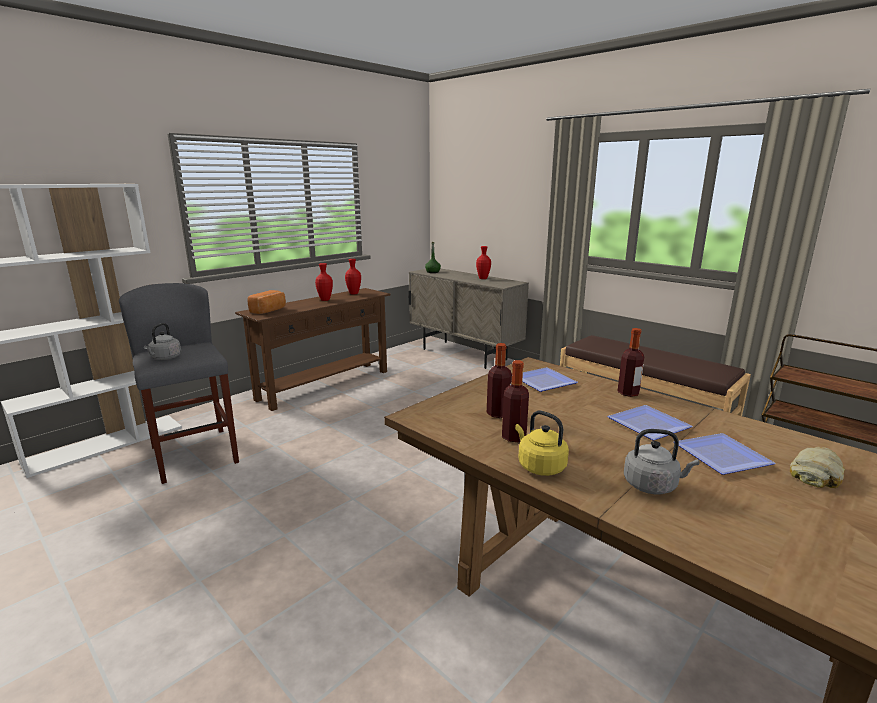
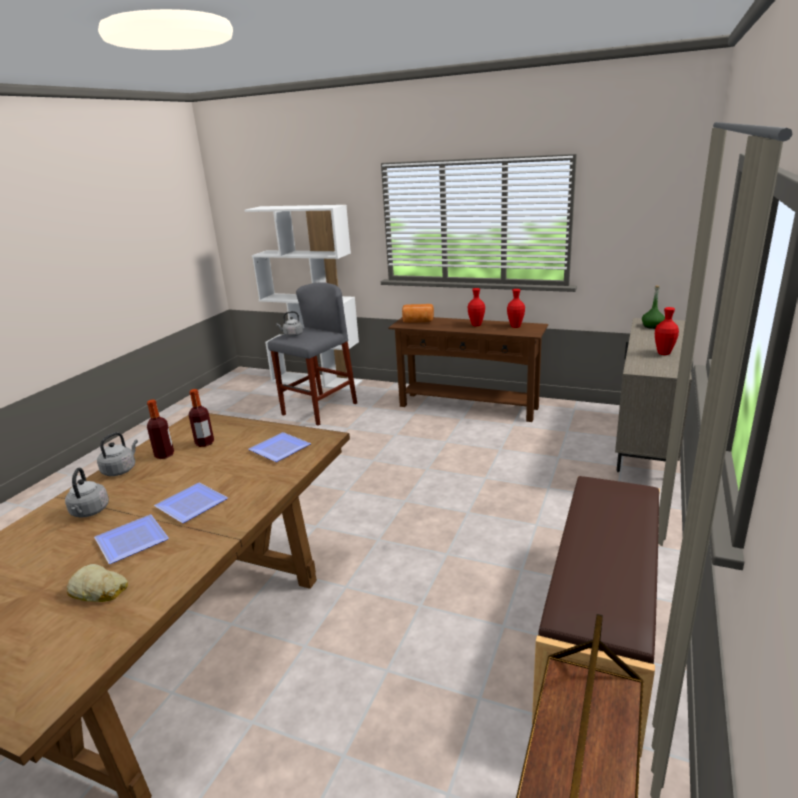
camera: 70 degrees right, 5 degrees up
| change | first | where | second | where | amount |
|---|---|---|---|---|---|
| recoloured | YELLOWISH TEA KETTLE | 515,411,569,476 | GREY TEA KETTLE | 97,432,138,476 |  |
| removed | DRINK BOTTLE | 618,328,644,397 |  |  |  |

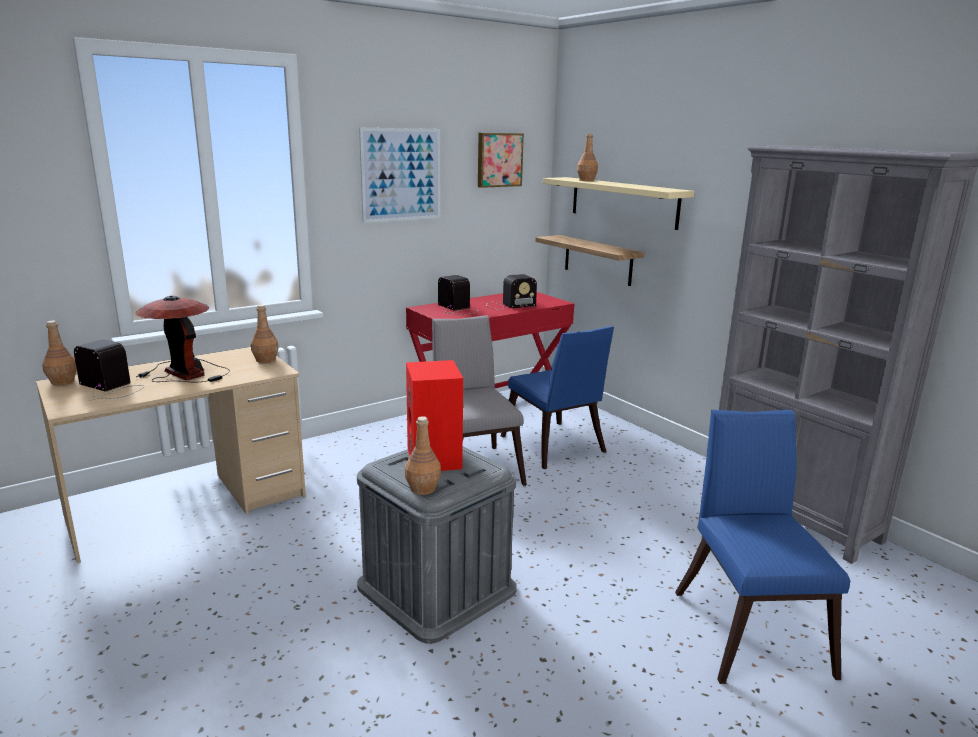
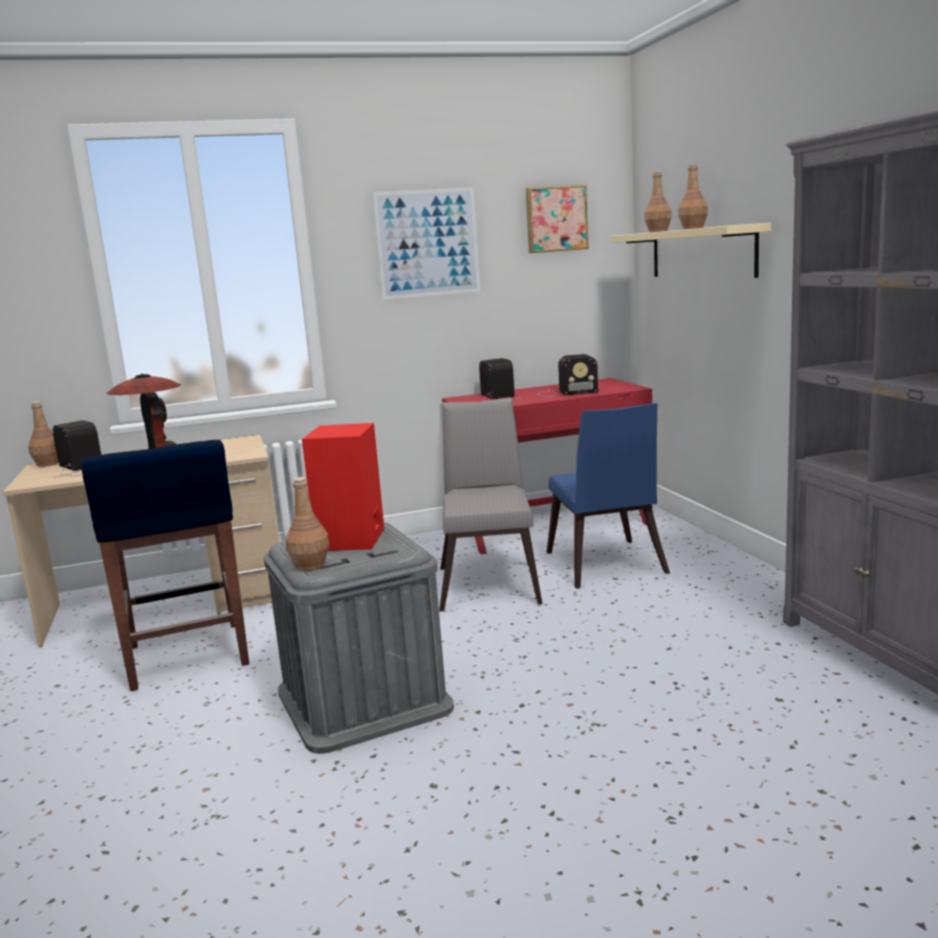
camera: 20 degrees right, 5 degrees down
| change | first | where | second | where | amount |
|---|---|---|---|---|---|
| added |  |  | BLUISH STOOL | 82,440,249,691 |  |
| moved | BROWN-COLOURED DRINK BOTTLE | 251,305,279,363 |  | 678,164,708,229 |  |
| removed | SHELF | 535,235,644,286 |  |  |  |
| removed | BLUISH CHAIR | 675,410,850,684 |  |  |  |

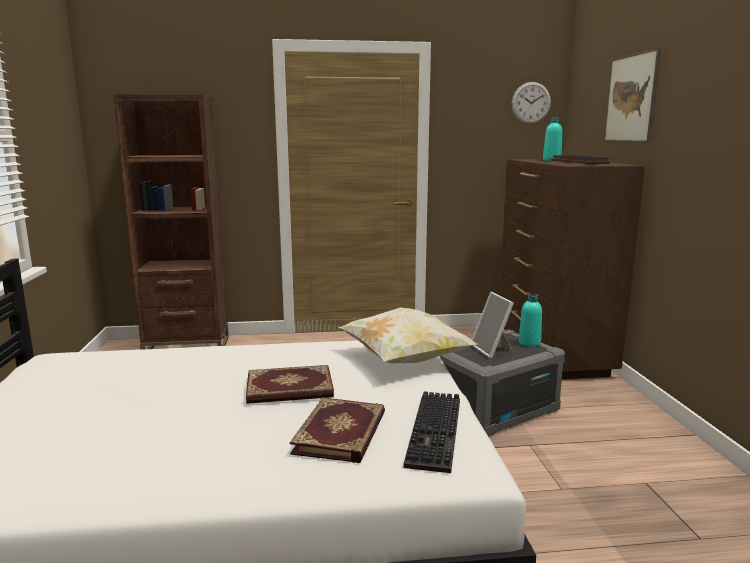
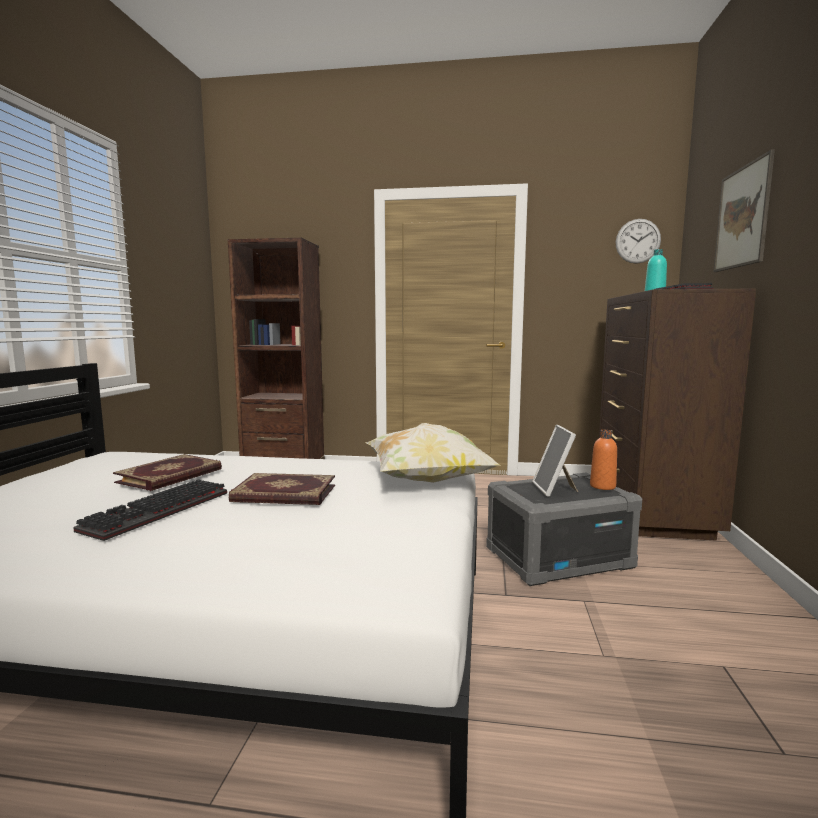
camera: 15 degrees right, 5 degrees down
| change | first | where | second | where | amount |
|---|---|---|---|---|---|
| moved | KEYBOARD | 403,391,460,473 |  | 73,479,227,541 |  |
| moved | VOLUME | 290,397,385,463 |  | 113,454,222,491 |  |
| recoloured | BLUE-GREEN DRINK BOTTLE | 519,294,542,347 | ORANGEY DRINK BOTTLE | 590,430,617,490 |  |

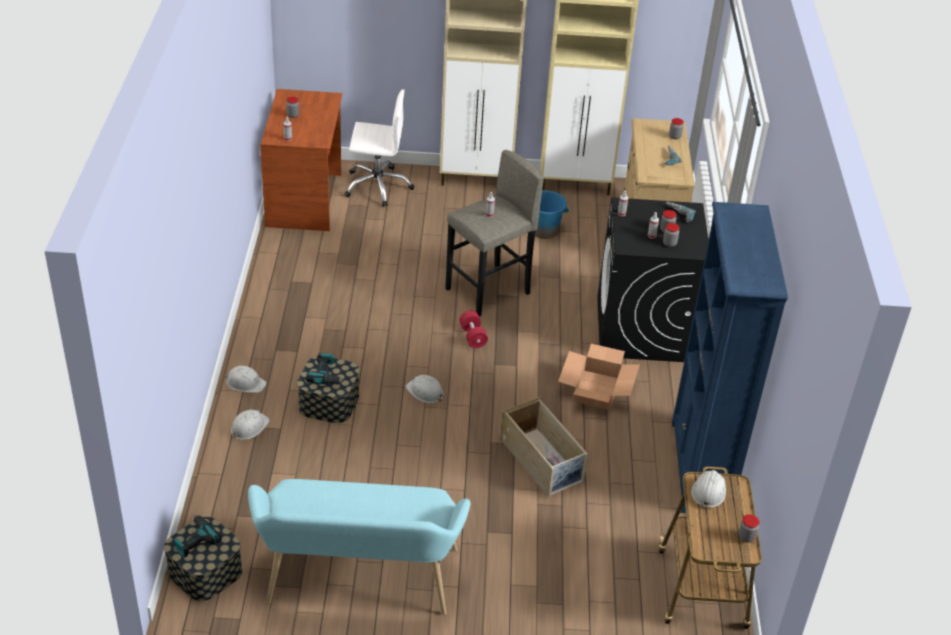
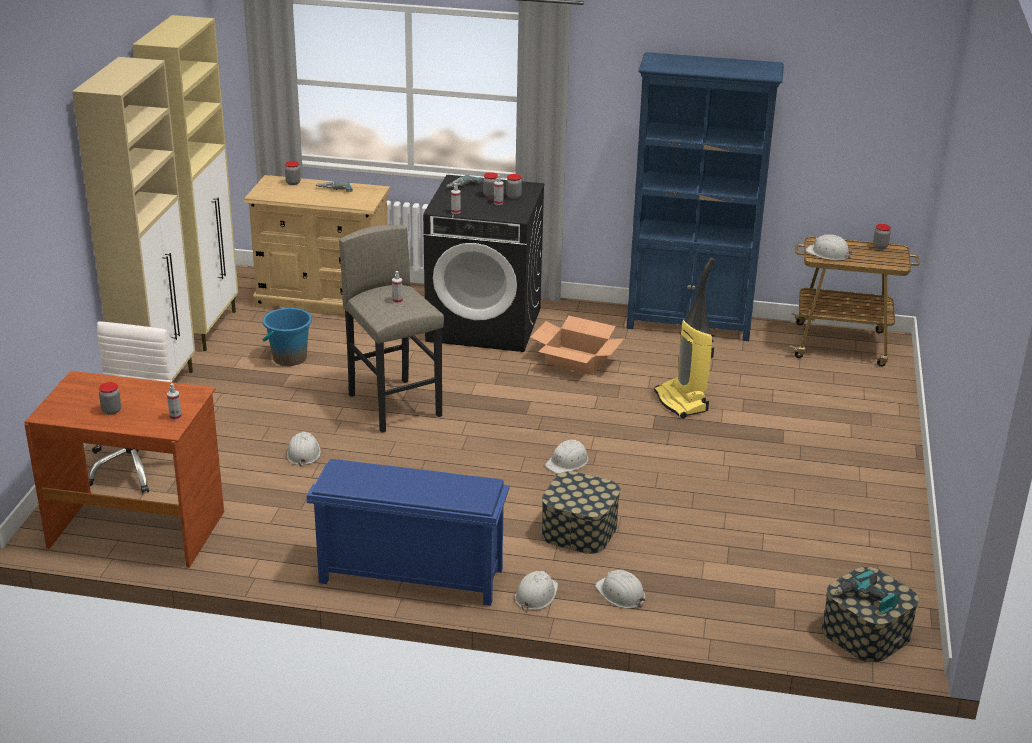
camera: 80 degrees left, 10 degrees down
| change | first | where | second | where | amount |
|---|---|---|---|---|---|
| added |  |  | WHITE-COLOURED HARD HAT | 287,432,321,467 |  |
| added |  |  | BLUISH SHOE STAND | 306,459,510,606 |  |
| replaced | BEIGE STORAGE BOX | 500,397,588,497 | VACUUM CLEANER | 654,257,715,419 |  |
| removed | BLUE-GREEN LONG SEAT | 248,479,471,615 |  |  |  |
| removed | POWER DRILL | 306,353,344,384 |  |  |  |
| removed | RED-COLOURED DUMBBELL | 459,311,488,348 |  |  |  |

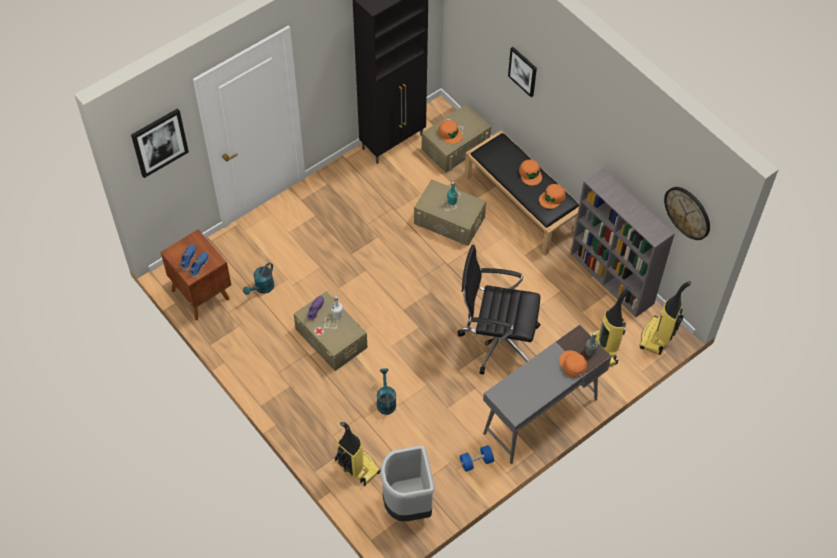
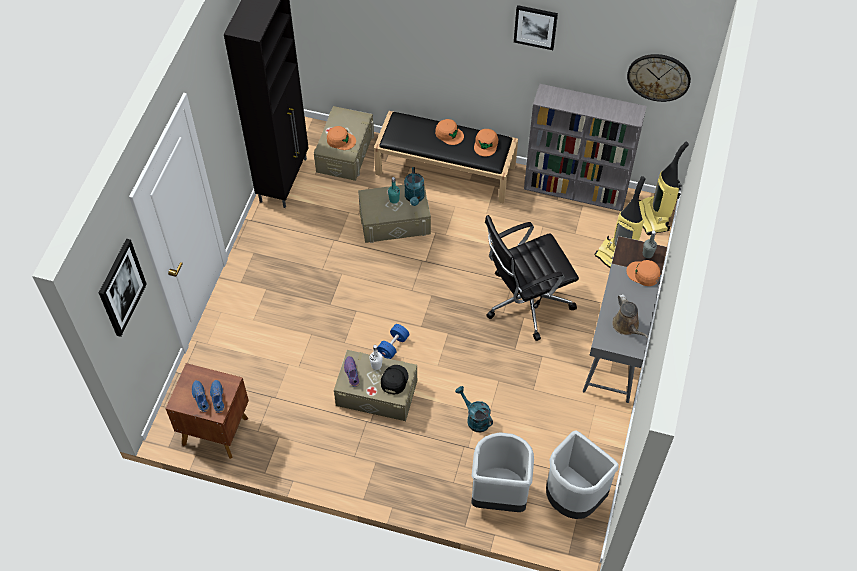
camera: 35 degrees left, 0 degrees up
| change | first | where | second | where | amount |
|---|---|---|---|---|---|
| moved | BLUISH DUMBBELL | 460,445,494,472 |  | 377,324,409,359 |  |
| added |  |  | BLACK CAP | 381,365,409,394 |  |
| moved | BLUE-GREEN WATERING POT | 243,262,274,295 |  | 404,167,425,206 |  |
| replaced | VACUUM CLEANER | 335,422,380,486 | GREY WASTE BIN | 471,433,534,512 |  |
| moved | PICTURE | 508,47,537,97 |  | 514,5,558,50 |  |
| added |  |  | BROWN-COLOURED WATERING POT | 612,294,648,338 |  |

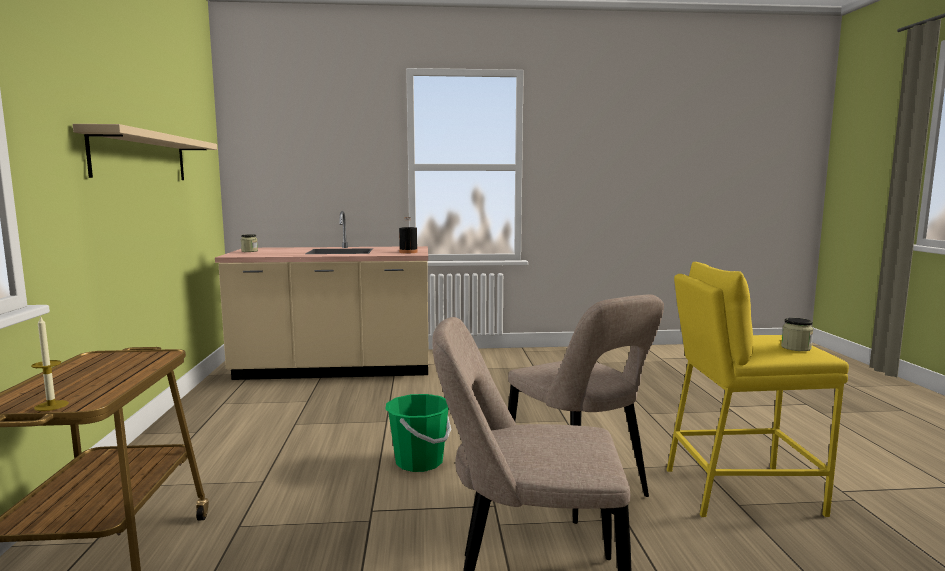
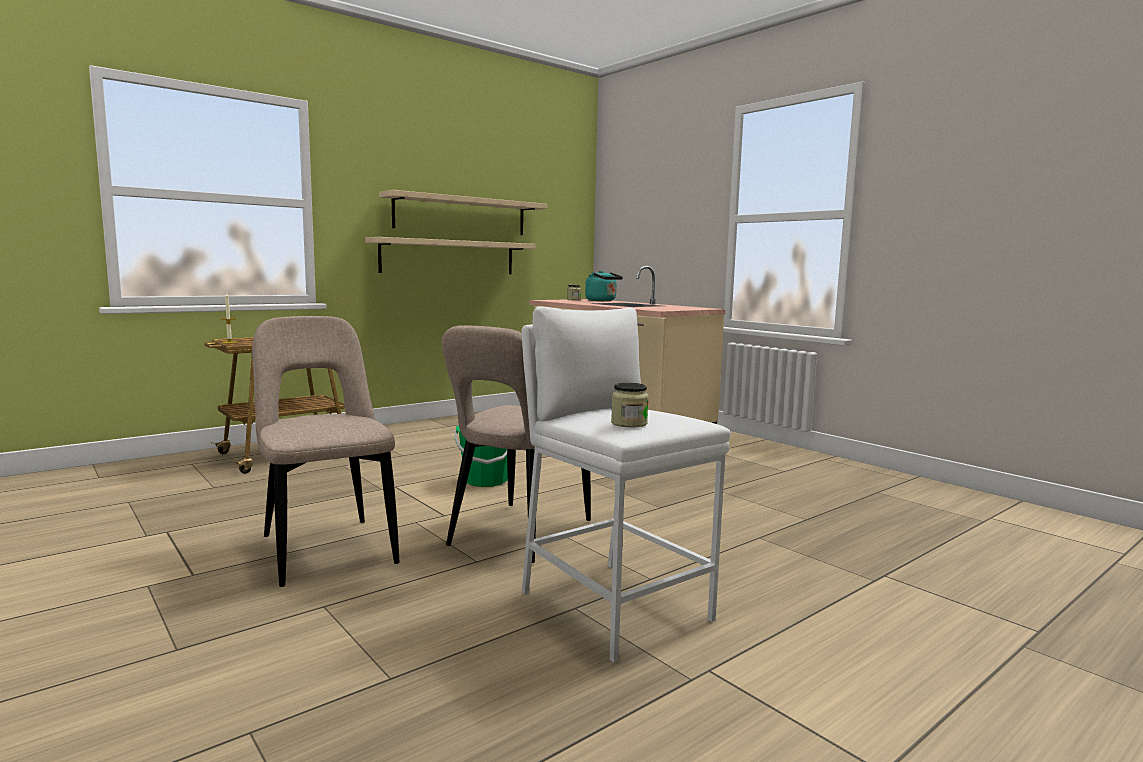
camera: 55 degrees right, 0 degrees up
| change | first | where | second | where | amount |
|---|---|---|---|---|---|
| added |  |  | BEIGE SHELF | 365,237,536,274 |  |
| recoloured | YELLOWISH STOOL | 667,262,849,517 | WHITE-COLOURED STOOL | 522,306,731,663 |  |
| added |  |  | BLUE-GREEN TEA KETTLE | 585,270,623,301 |  |
| removed | BLACK DRINK BOTTLE | 399,217,418,253 |  |  |  |

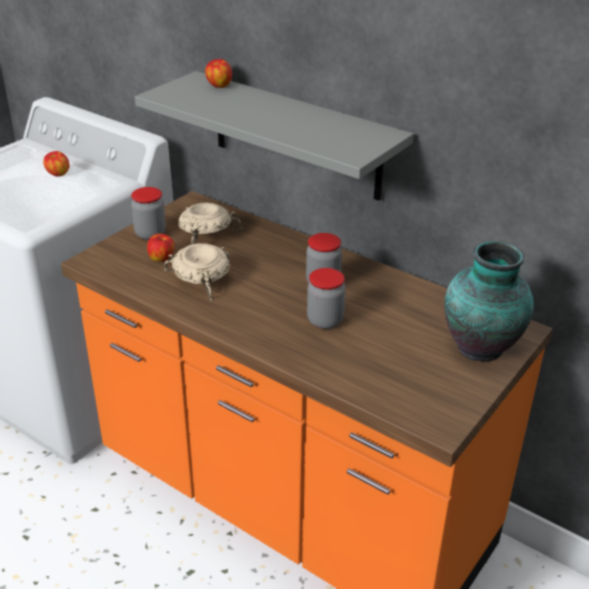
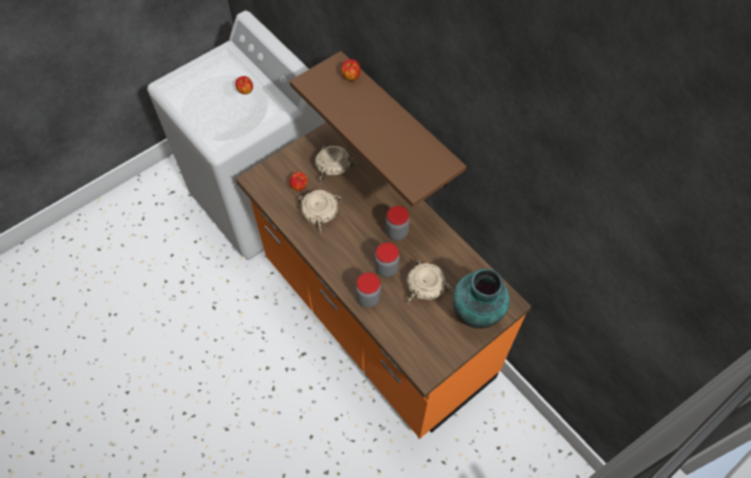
camera: 15 degrees right, 25 degrees up
| change | first | where | second | where | amount |
|---|---|---|---|---|---|
| recoloured | GREY SHELF | 135,71,414,201 | BROWN-COLOURED SHELF | 289,51,466,207 |  |
| moved | PRESERVE JAR | 131,187,166,240 |  | 356,272,381,308 |  |
| added |  |  | BEIGE BOWL | 406,261,452,305 |  |

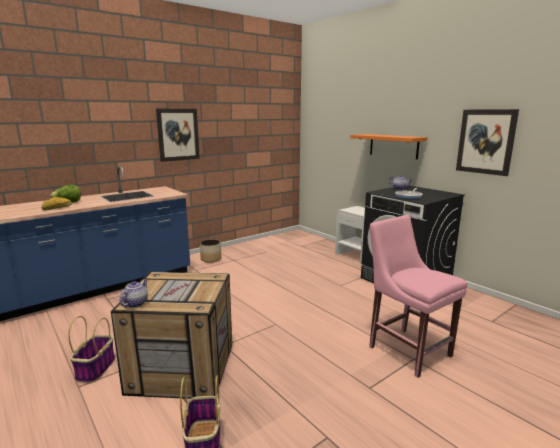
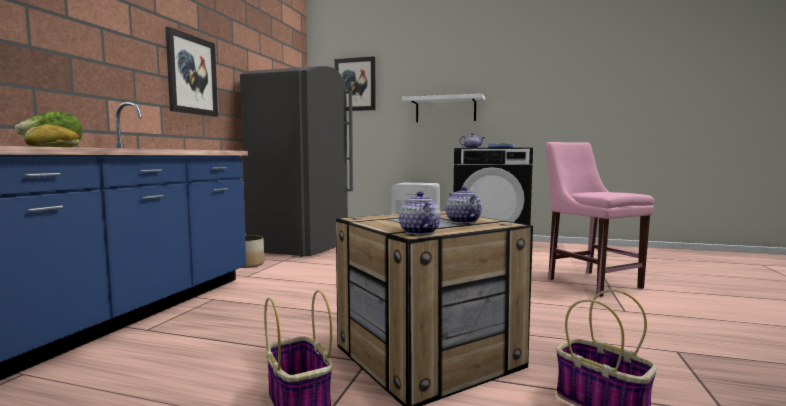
camera: 35 degrees left, 10 degrees down
| change | first | where | second | where | amount |
|---|---|---|---|---|---|
| added |  |  | GREY FRIDGE | 240,66,353,257 |  |
| moved | PICTURE | 456,109,519,176 |  | 335,56,376,111 |  |
| recoloured | ORANGEY SHELF | 350,134,428,159 | WHITE-COLOURED SHELF | 402,94,485,122 |  |
| added |  |  | TEA POT | 445,187,482,223 |  |
| turned | PINK CHAIR | 369,215,467,378 |  | 545,142,654,297 | 45 degrees clockwise |

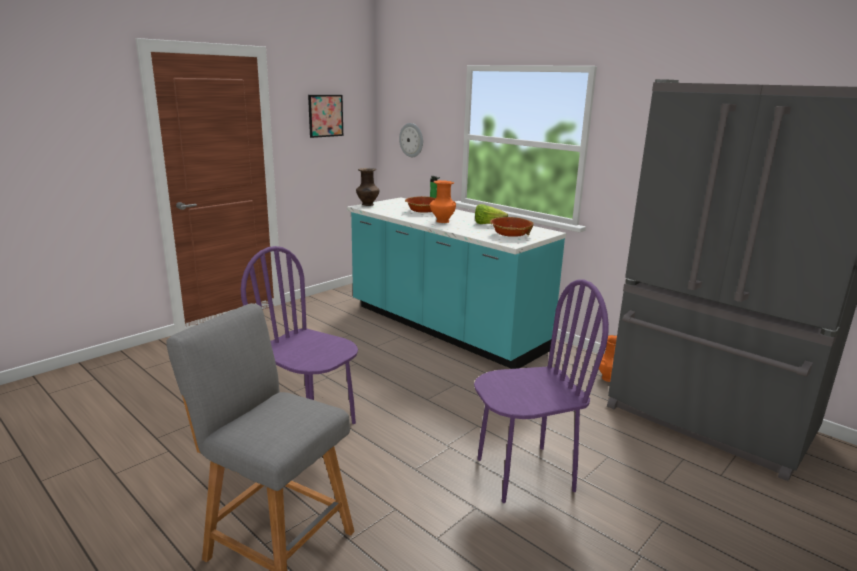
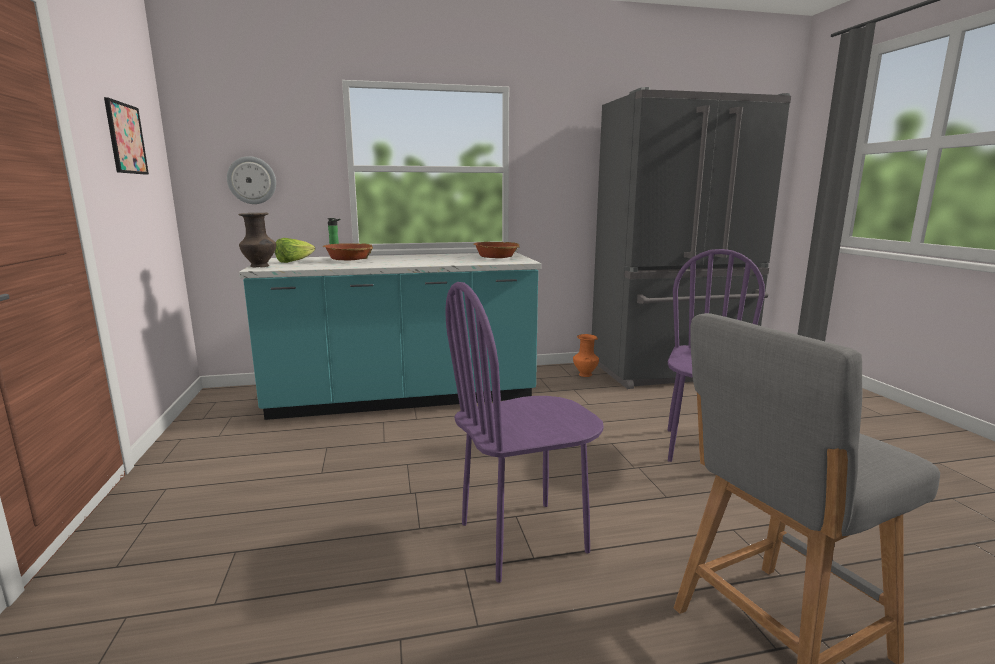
camera: 55 degrees left, 5 degrees down
| change | first | where | second | where | amount |
|---|---|---|---|---|---|
| moved | HEAD OF LETTUCE | 475,204,508,224 |  | 275,238,315,263 |  |
| removed | ORANGEY DECORATIVE VASE | 430,180,456,223 |  |  |  |

